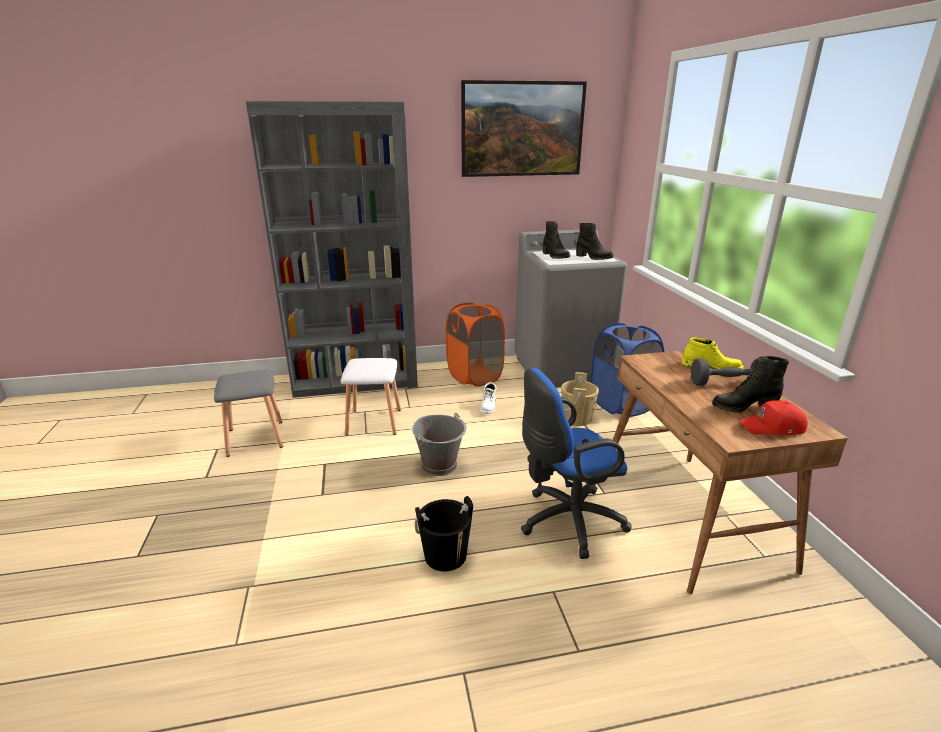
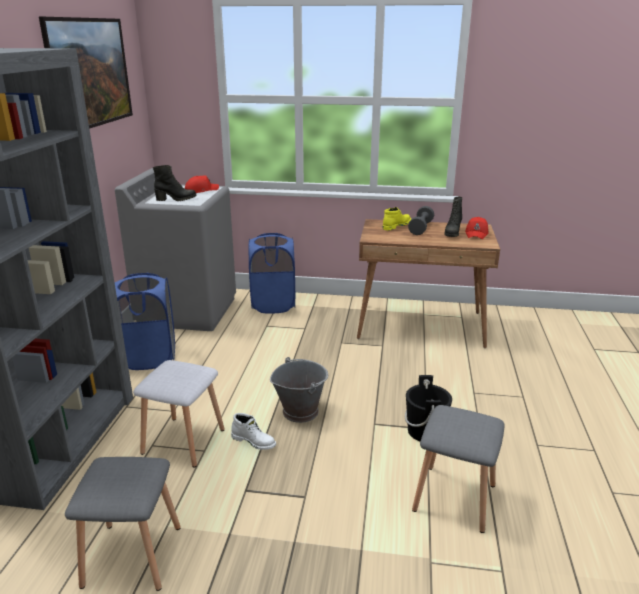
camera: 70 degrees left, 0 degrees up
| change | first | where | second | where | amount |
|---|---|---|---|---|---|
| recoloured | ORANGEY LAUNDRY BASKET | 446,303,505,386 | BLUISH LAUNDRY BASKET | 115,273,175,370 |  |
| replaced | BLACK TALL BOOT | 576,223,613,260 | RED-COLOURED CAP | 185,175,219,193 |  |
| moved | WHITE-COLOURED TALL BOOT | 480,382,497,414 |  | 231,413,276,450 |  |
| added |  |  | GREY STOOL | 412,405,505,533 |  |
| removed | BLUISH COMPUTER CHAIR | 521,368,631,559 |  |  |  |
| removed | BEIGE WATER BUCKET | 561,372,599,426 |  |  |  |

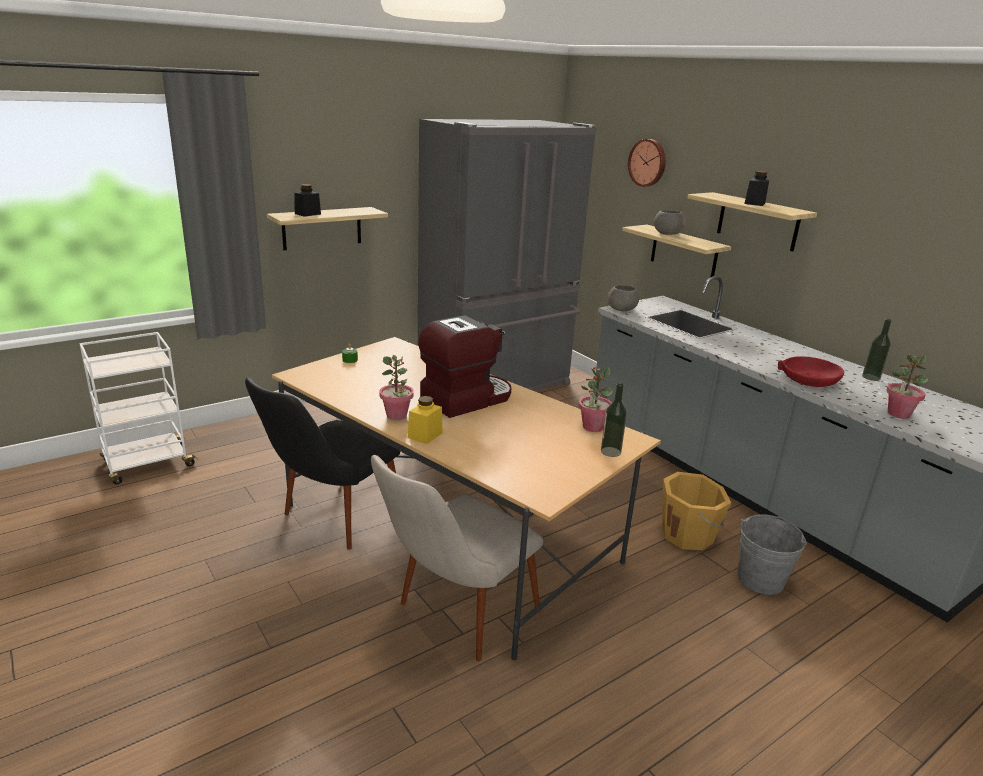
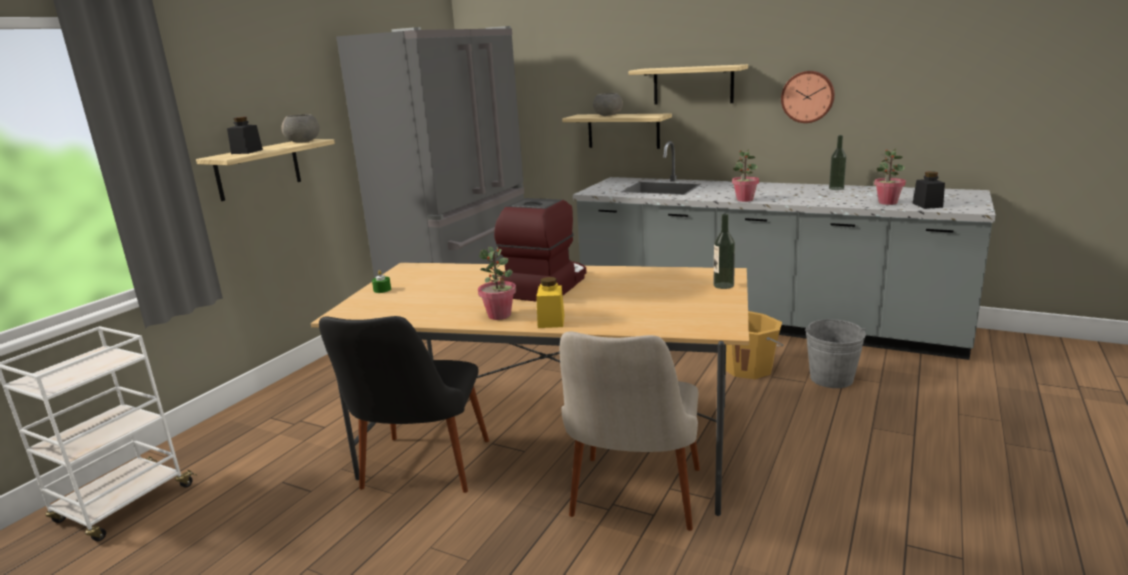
camera: 25 degrees left, 5 degrees down
| change | first | where | second | where | amount |
|---|---|---|---|---|---|
| moved | GREY BOWL | 607,285,639,311 |  | 281,114,320,143 |  |
| moved | HOUSEPLANT | 578,367,613,432 |  | 732,149,759,202 |  |
| moved | CLOCK ON THE WALL | 628,139,666,187 |  | 781,71,835,123 |  |
| moved | BLACK PRESERVE JAR | 744,171,769,206 |  | 913,171,945,209 |  |
| removed | RED-COLOURED BOWL | 778,356,844,387 |  |  |  |

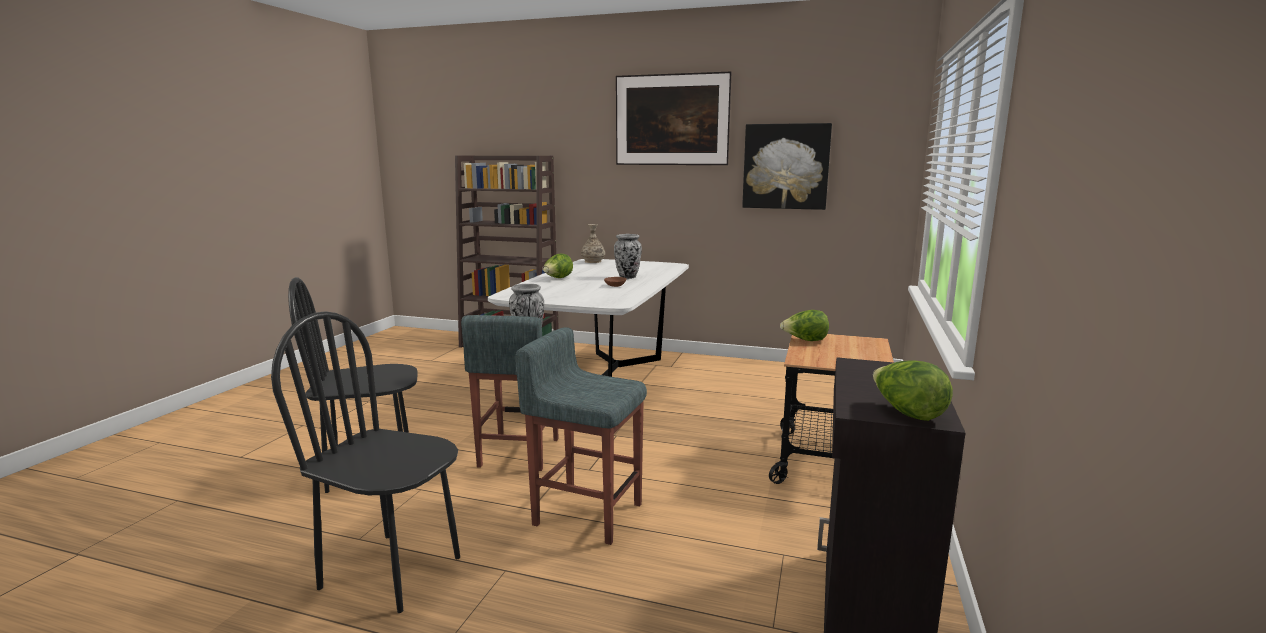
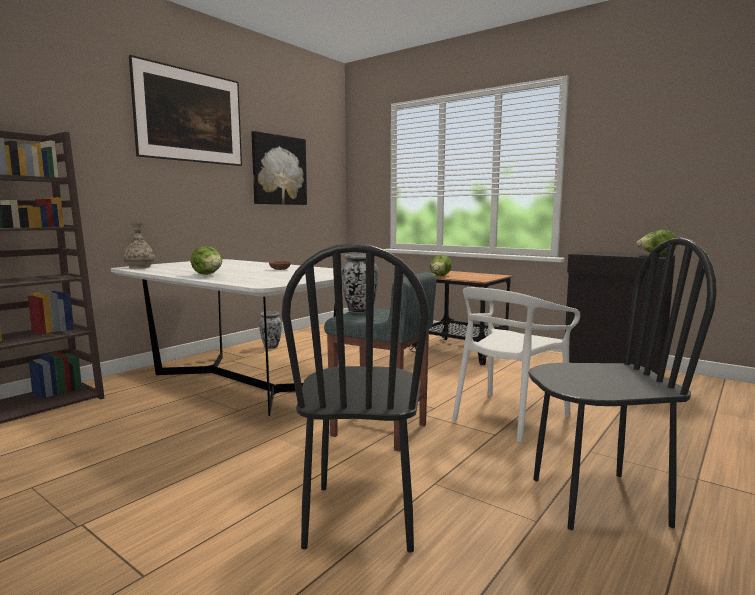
camera: 70 degrees left, 5 degrees down
| change | first | where | second | where | amount |
|---|---|---|---|---|---|
| moved | DECORATIVE VASE | 614,234,642,279 |  | 259,311,282,349 |  |
| replaced | GREY STOOL | 515,327,647,545 | WHITE-COLOURED CHAIR | 452,287,580,442 |  |
| turned | BLACK CHAIR | 271,311,460,613 |  | 528,237,716,530 | 135 degrees counterclockwise |

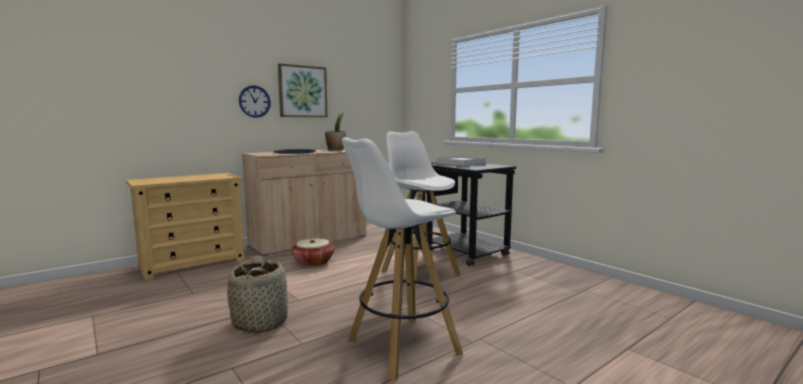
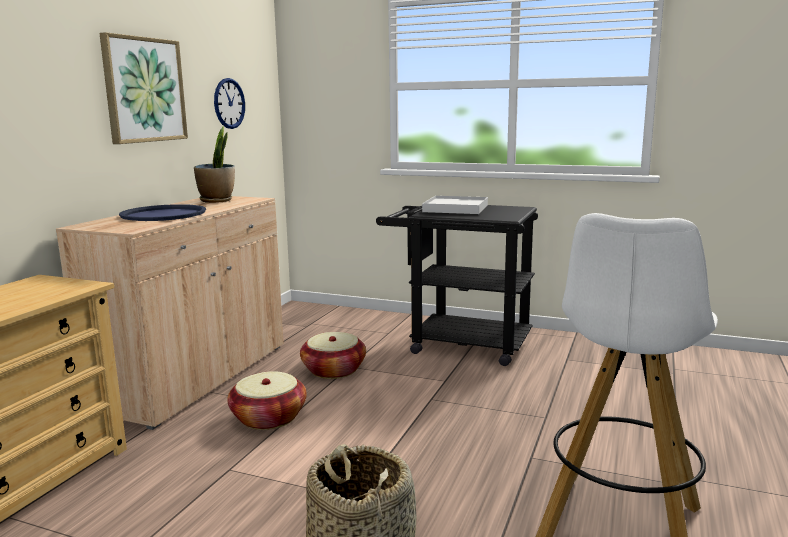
camera: 30 degrees left, 5 degrees up
| change | first | where | second | where | amount |
|---|---|---|---|---|---|
| moved | CLOCK ON THE WALL | 239,85,271,118 |  | 214,78,245,129 |  |
| added |  |  | HOUSEHOLD BASKET | 300,332,366,379 |  |
| removed | WHITE-COLOURED STOOL | 381,131,461,287 |  |  |  |

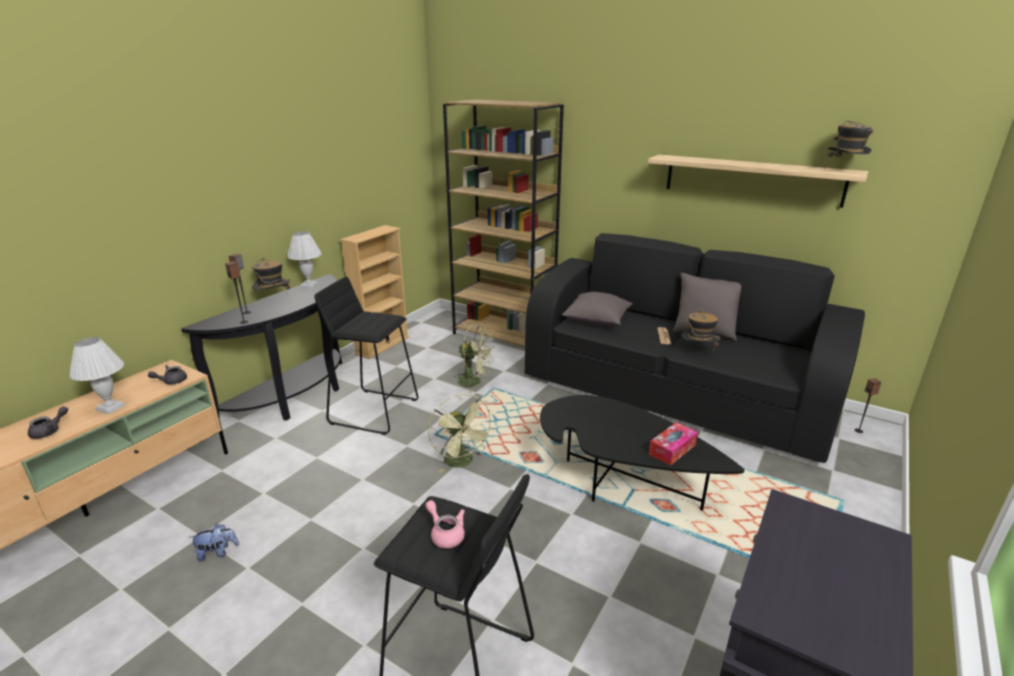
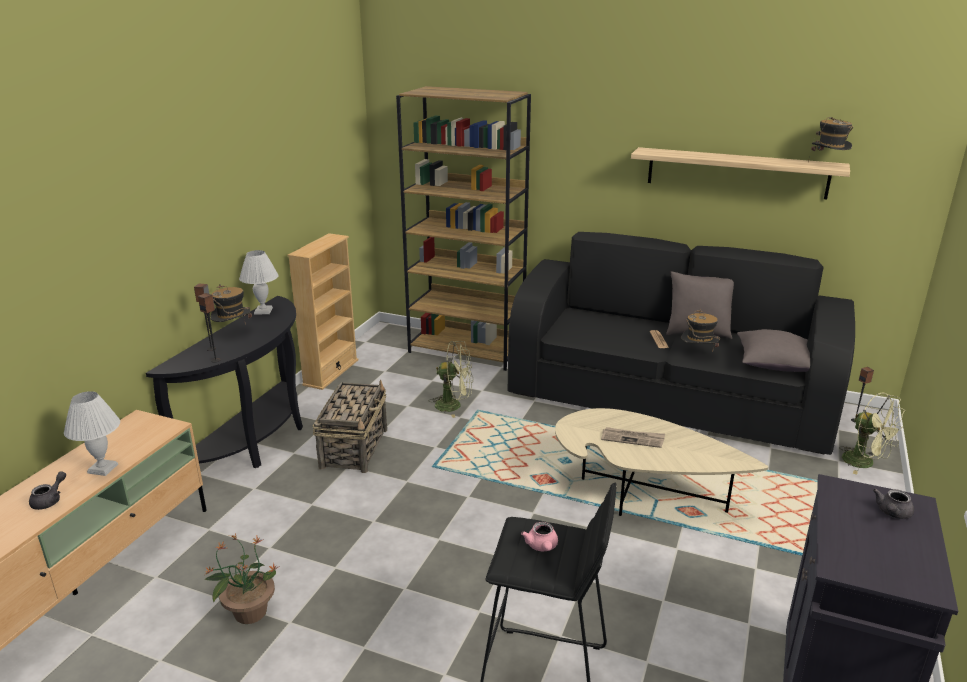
camera: 10 degrees left, 0 degrees up
| change | first | where | second | where | amount |
|---|---|---|---|---|---|
| replaced | CUDDLY TOY | 189,524,239,561 | HOUSEPLANT | 204,533,280,624 |  |
| replaced | BLACK STOOL | 314,276,418,435 | HOUSEHOLD BASKET | 312,380,387,473 |  |
| turned | PINK TEA POT | 425,500,465,548 |  | 521,522,558,551 | 135 degrees counterclockwise |
| recoloured | BLACK LOUNGE TABLE | 540,395,744,511 | BEIGE LOUNGE TABLE | 555,408,768,516 |  |
| added |  |  | DAILY PAPER | 601,427,665,448 |  |
| moved | GREY PILLOW | 562,292,633,326 |  | 737,329,810,372 |  |
| moved | GREEN ELECTRIC FAN | 428,394,494,473 |  | 839,392,904,475 |  |
| moved | GREY TEA POT | 148,365,187,385 |  | 873,489,914,519 |  |
| removed | TISSUE BOX | 649,422,698,466 |  |  |  |

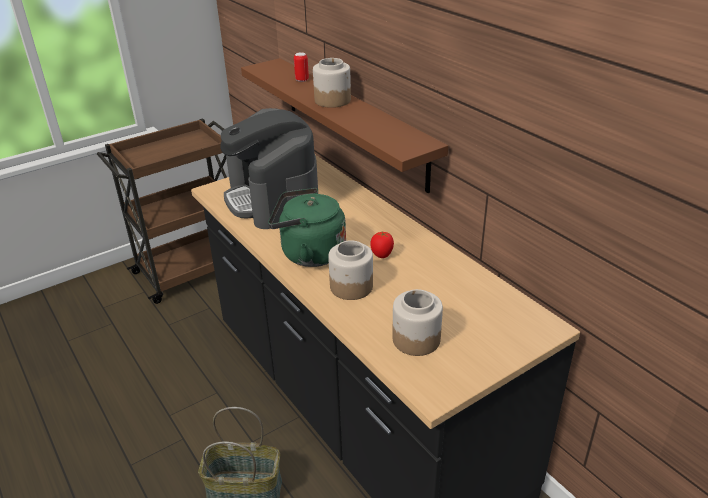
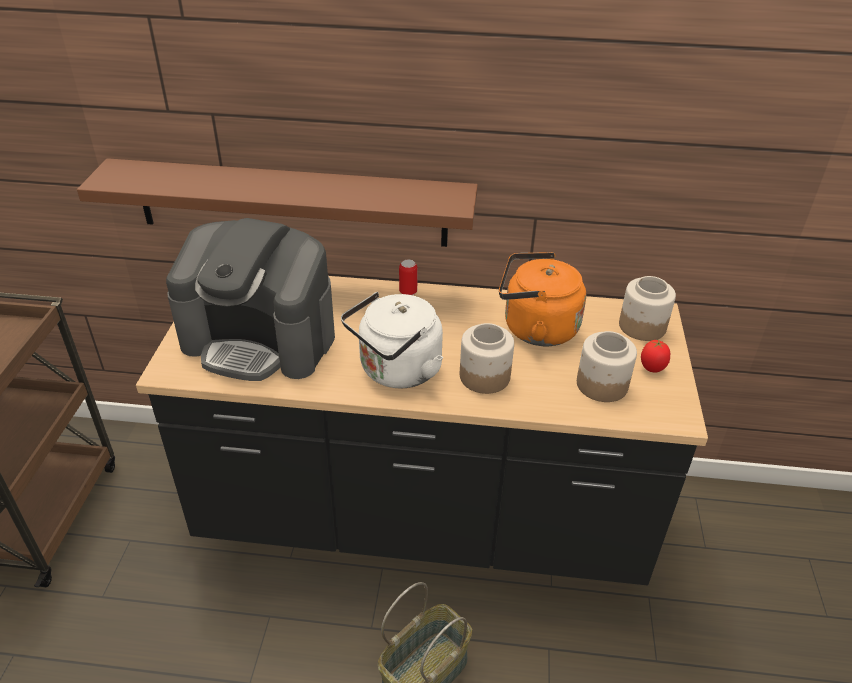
camera: 50 degrees left, 5 degrees up
| change | first | where | second | where | amount |
|---|---|---|---|---|---|
| recoloured | GREEN TEA KETTLE | 268,188,346,267 | WHITE-COLOURED TEA KETTLE | 341,292,443,389 |  |
| moved | METAL CAN | 294,52,309,82 |  | 399,260,418,295 |  |
| added |  |  | ORANGEY TEA KETTLE | 499,252,586,346 |  |
| moved | PRESERVE JAR | 313,58,351,108 |  | 619,276,676,341 |  |
| moved | FRESH TOMATO | 370,232,394,258 |  | 641,340,670,372 |  |

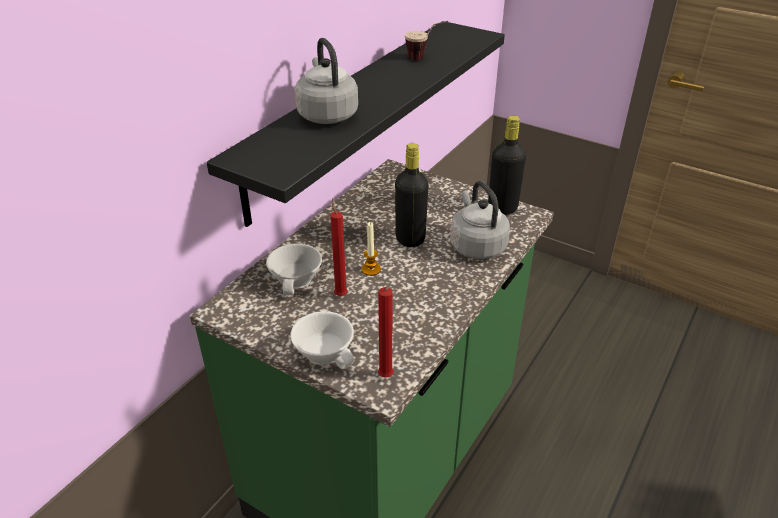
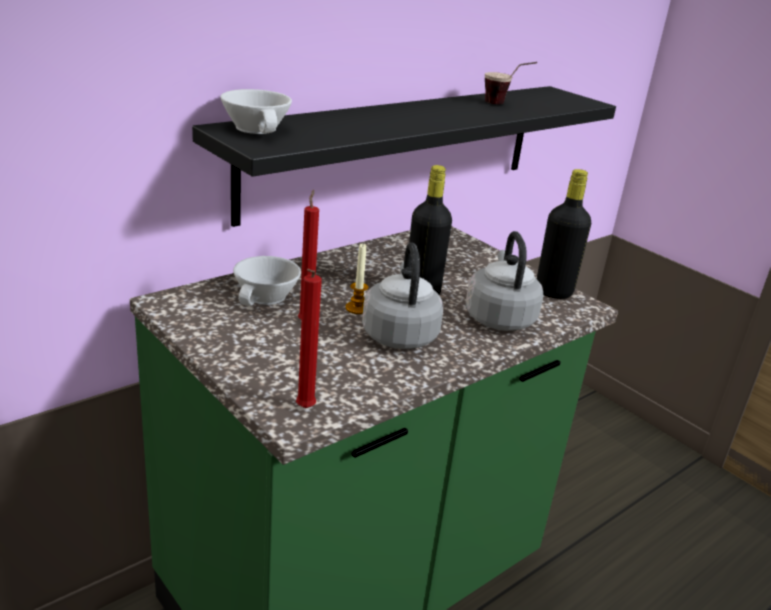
camera: 15 degrees right, 10 degrees down
| change | first | where | second | where | amount |
|---|---|---|---|---|---|
| moved | WHITE-COLOURED CUP | 290,311,354,369 |  | 220,89,292,134 |  |
| moved | GREY TEA KETTLE | 295,38,358,124 |  | 362,243,443,349 |  |

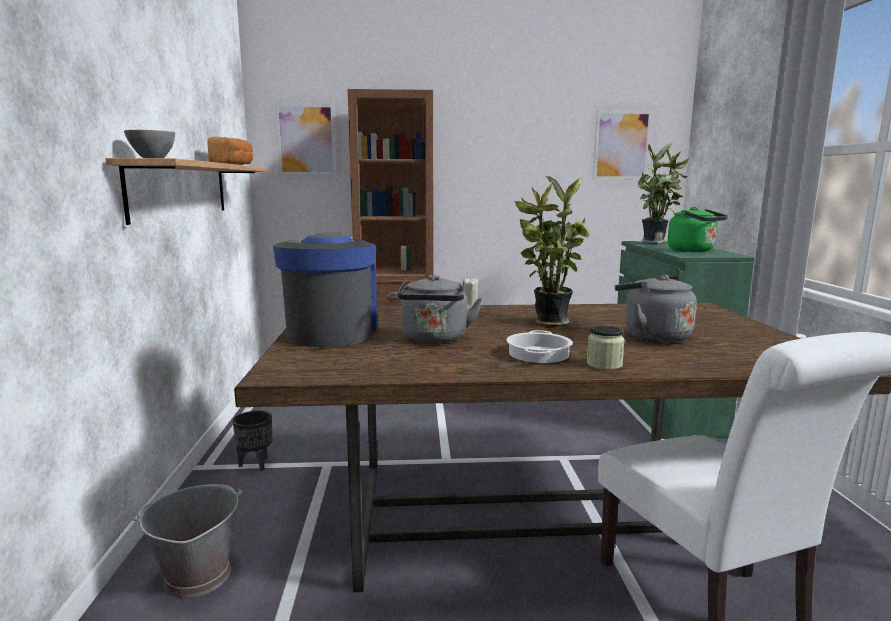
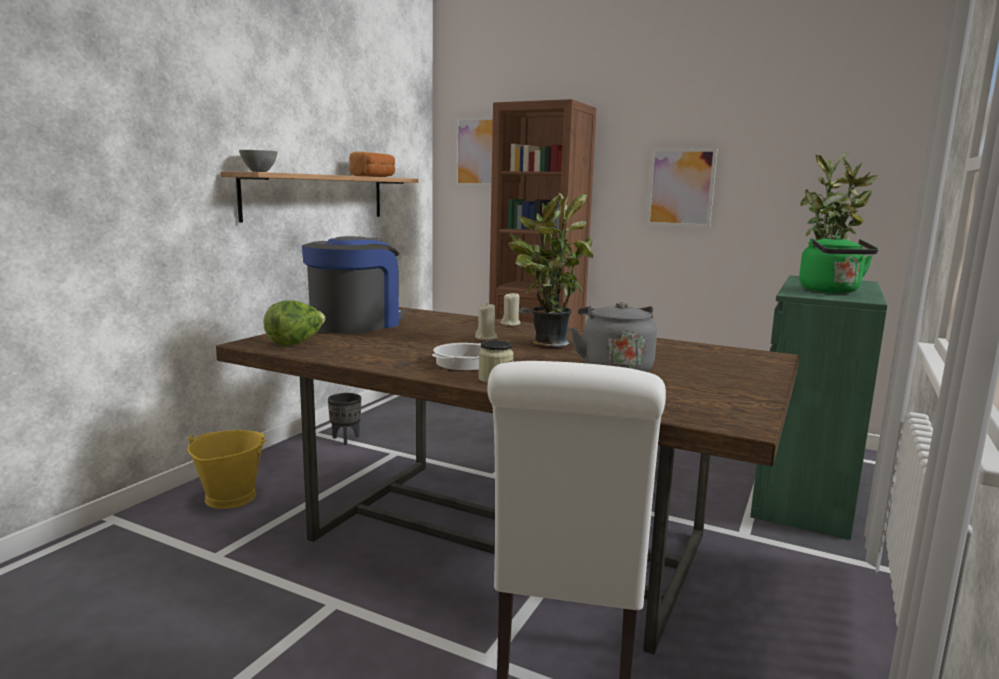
camera: 30 degrees right, 0 degrees up
| change | first | where | second | where | amount |
|---|---|---|---|---|---|
| recoloured | GREY WATER BUCKET | 133,484,243,598 | YELLOWISH WATER BUCKET | 188,430,267,509 |  |
| added |  |  | HEAD OF LETTUCE | 263,300,326,346 |  |
| added |  |  | BEIGE WAX CANDLE | 475,304,498,340 |  |
| moved | PICTURE | 593,111,652,180 |  | 646,148,718,228 |  |
| removed | GREY TEA KETTLE | 397,275,482,343 |  |  |  |

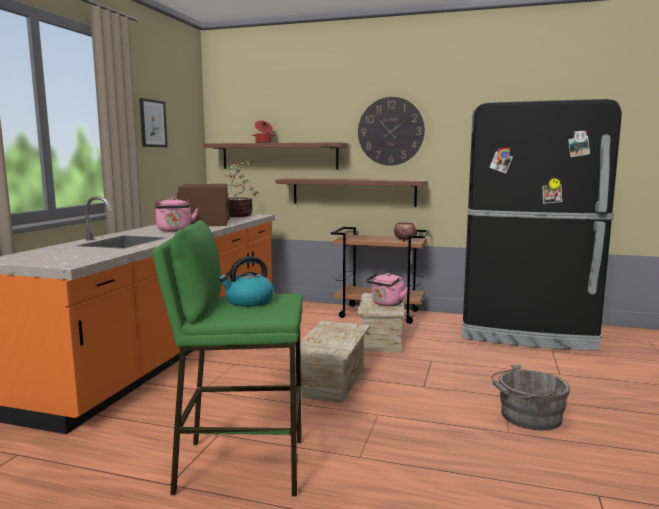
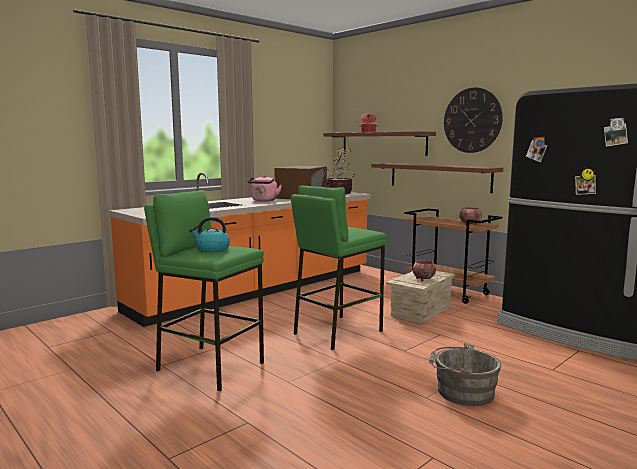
camera: 30 degrees right, 0 degrees up
| change | first | where | second | where | amount |
|---|---|---|---|---|---|
| replaced | CRATE | 295,321,370,403 | GREEN STOOL | 291,186,386,350 |  |
| replaced | PINK TEA KETTLE | 366,273,408,306 | BOWL | 412,260,436,281 |  |
| removed | PICTURE | 139,98,168,147 |  |  |  |

